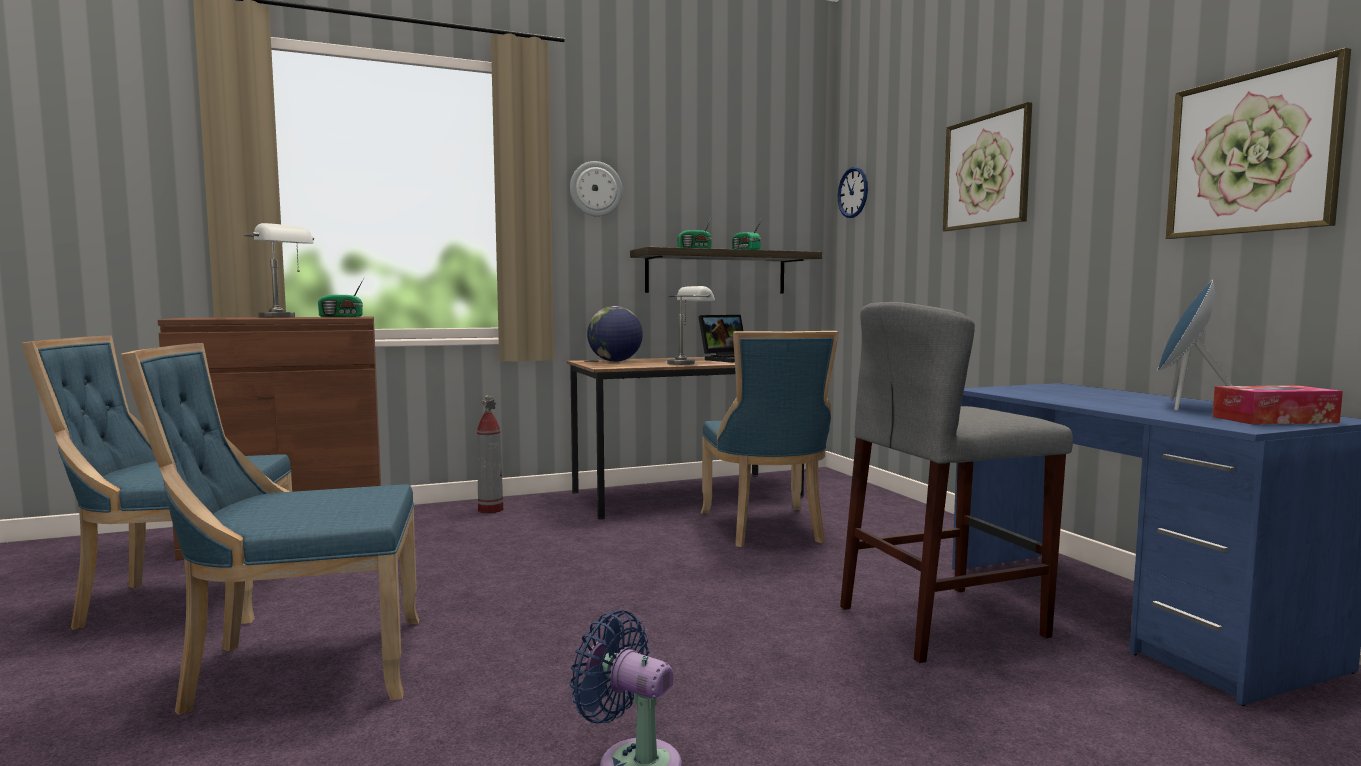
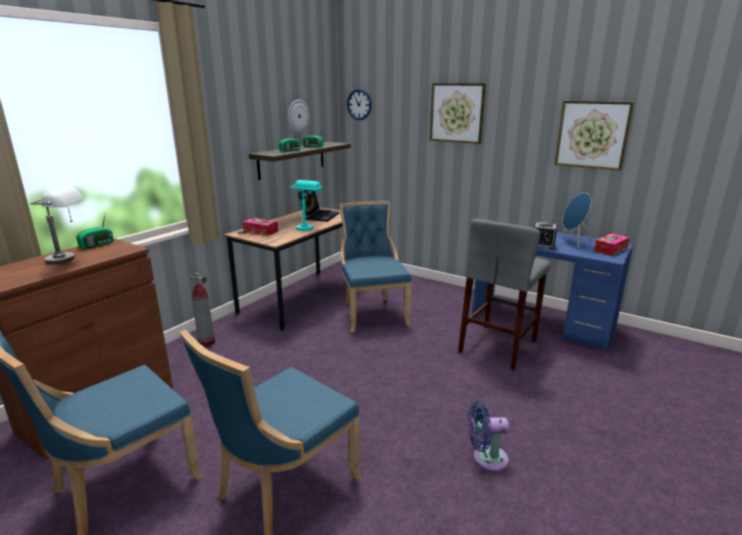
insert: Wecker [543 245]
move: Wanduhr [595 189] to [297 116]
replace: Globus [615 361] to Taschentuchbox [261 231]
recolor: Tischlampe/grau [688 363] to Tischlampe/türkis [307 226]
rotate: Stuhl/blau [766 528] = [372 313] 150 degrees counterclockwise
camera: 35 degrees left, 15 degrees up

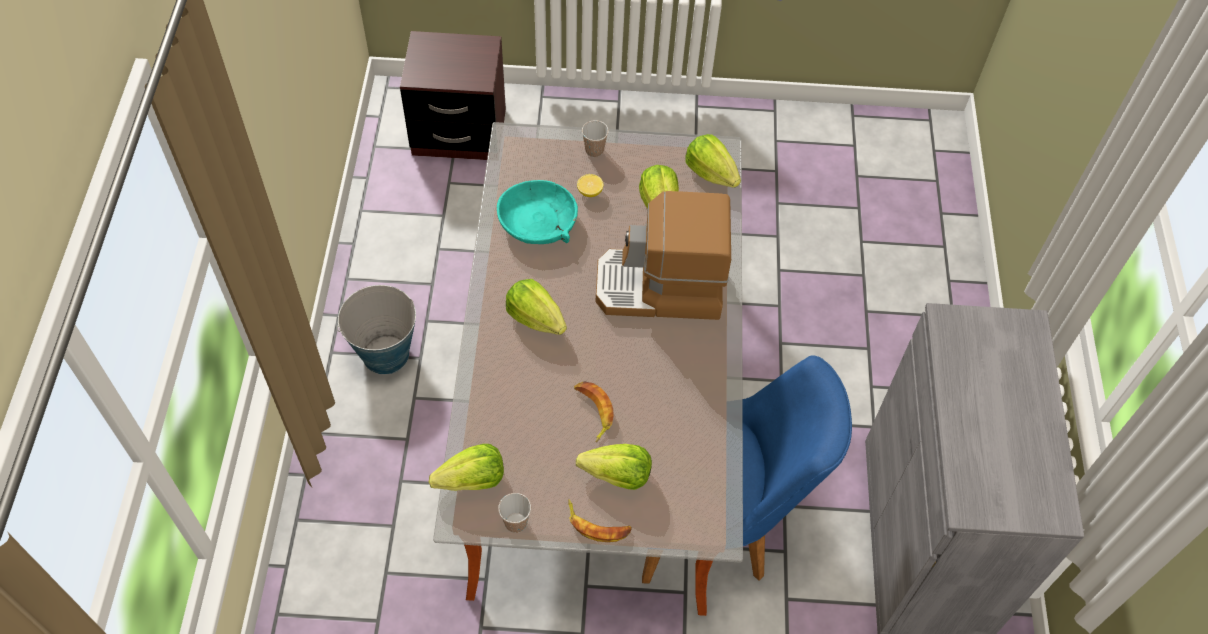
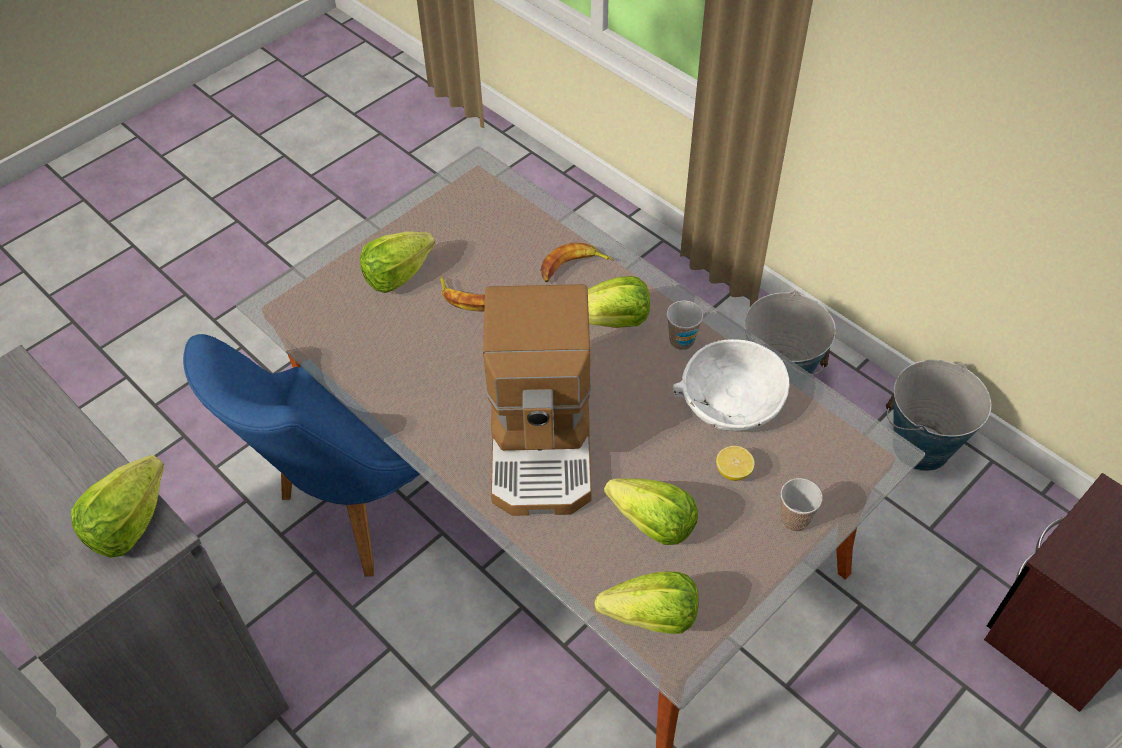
insert: Eimer [920 447]
move: Salatkopf [472 480] to [129 523]; Banane [597 525] to [572 267]; Tasse [516 523] to [681 341]
recolor: Schüssel/türkis [538 222] to Schüssel/weiß [732 398]
rotate: Kaffeemaschine [660 289] = [543 441] 135 degrees clockwise
camera: 135 degrees right, 5 degrees down

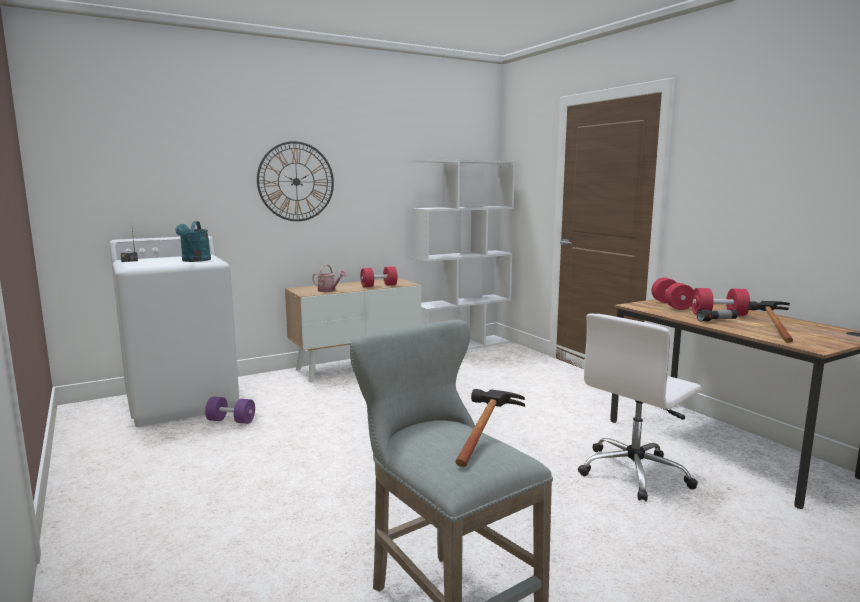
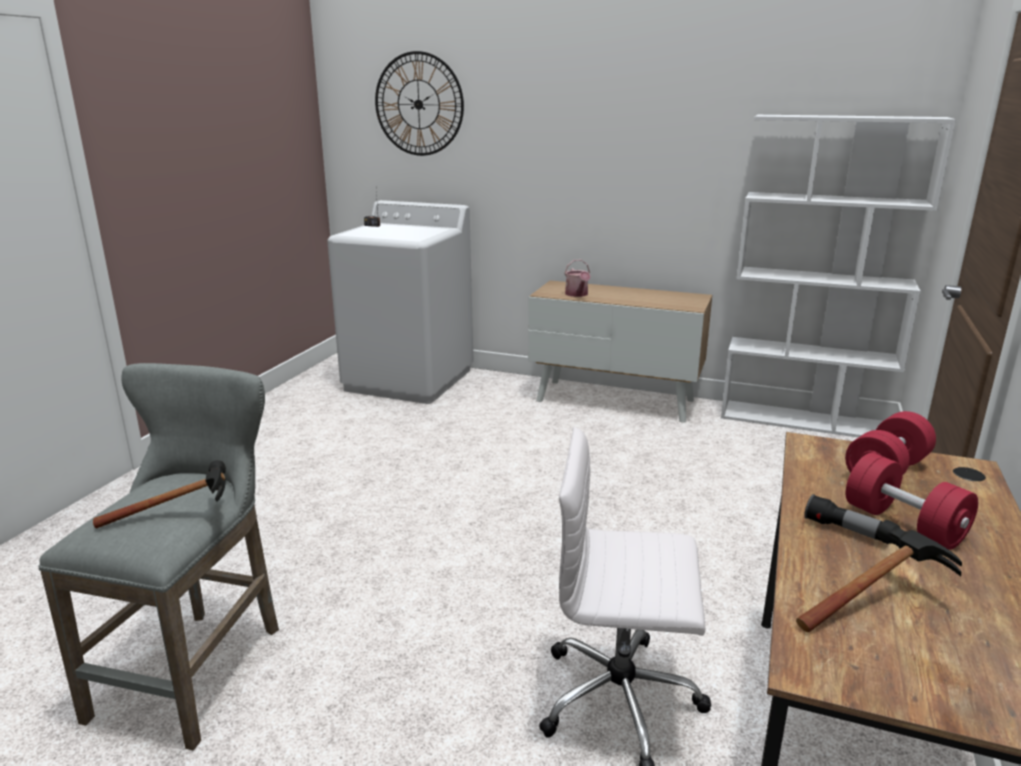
delete: Gießkanne/türkis [195 260]; Hantel/lila [231 421]; Hantel/rot [378 286]
move: Wanduhr [296 181] to [418 104]
camera: 50 degrees right, 10 degrees up

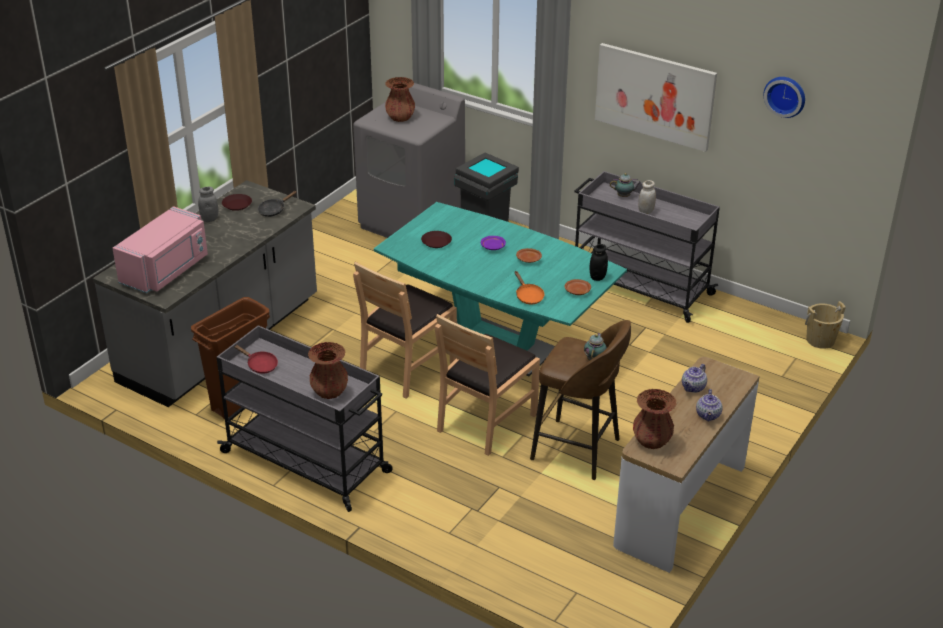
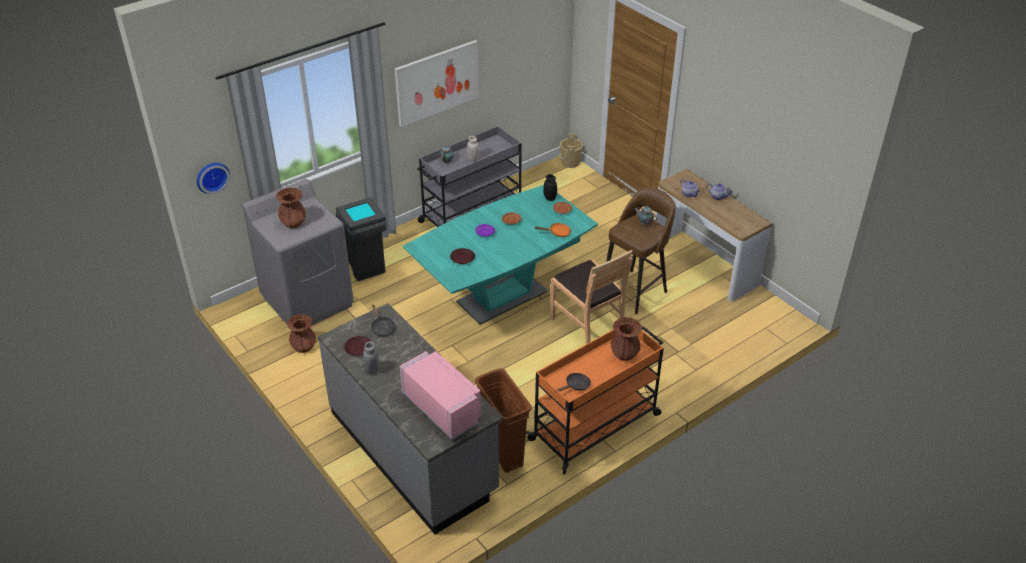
delete: Stuhl/braun [407 367]
move: Wanduhr [785 95] to [211 176]; Vase/braun [651 441] to [303 347]
recolor: Rollwagen/grau [307 463] to Rollwagen/orange [596 426]; Pfanne/rot [259 365] to Pfanne/schwarz [575 386]
camera: 70 degrees left, 5 degrees up

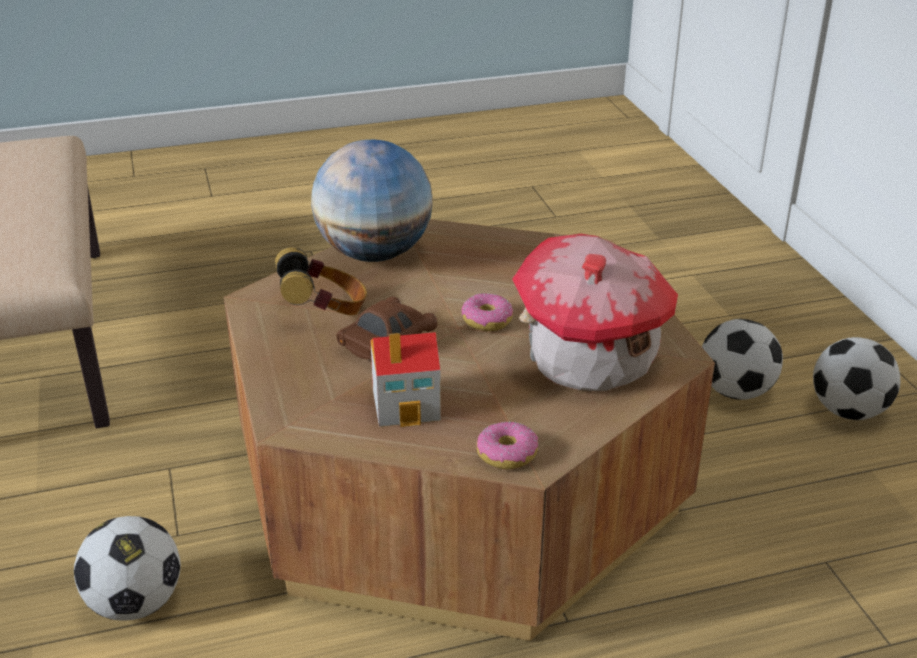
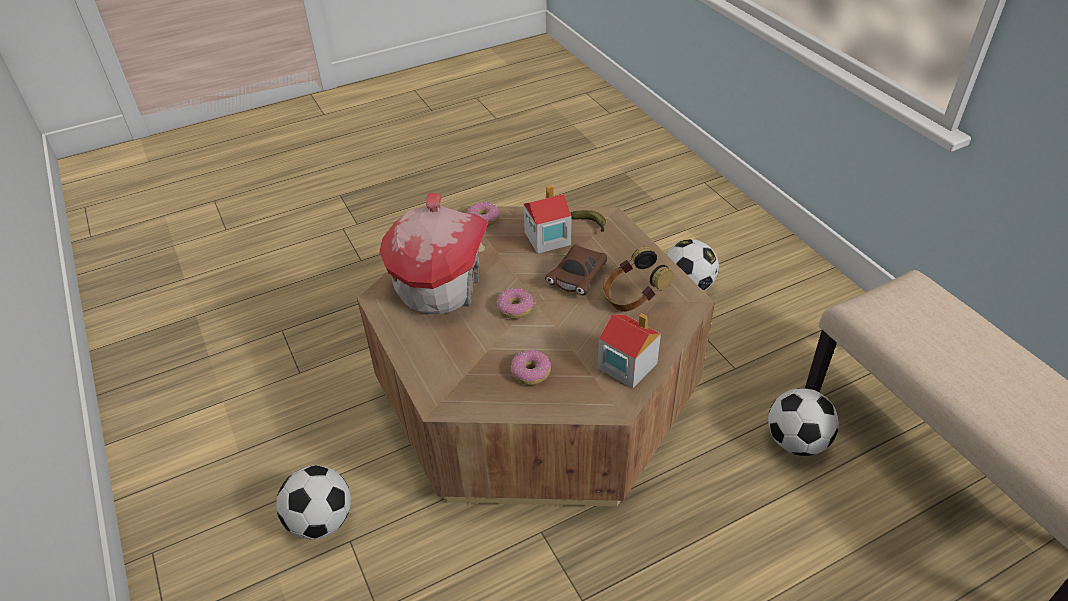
insert: Donut [530 372]; Banane [589 224]
move: Fußball [848 411] to [796 442]
replace: Globus [375 254] to Spielzeughaus [626 365]
camera: 170 degrees right, 10 degrees up

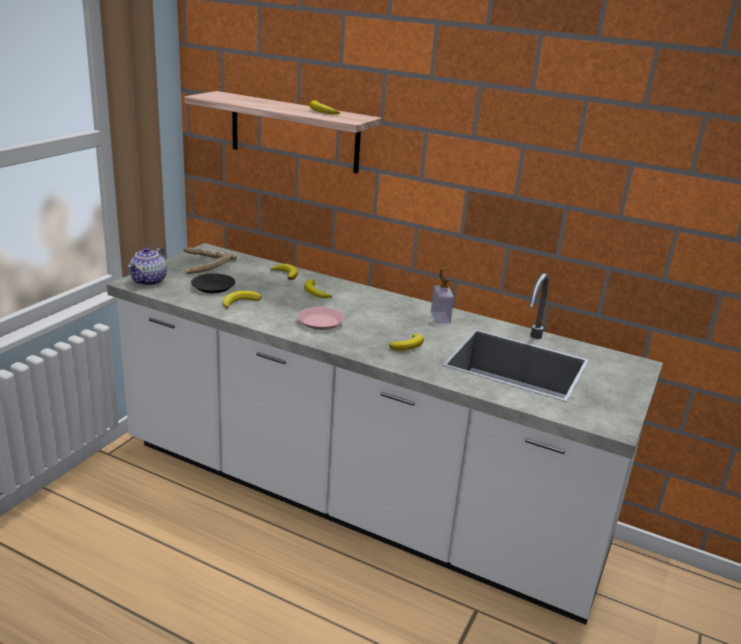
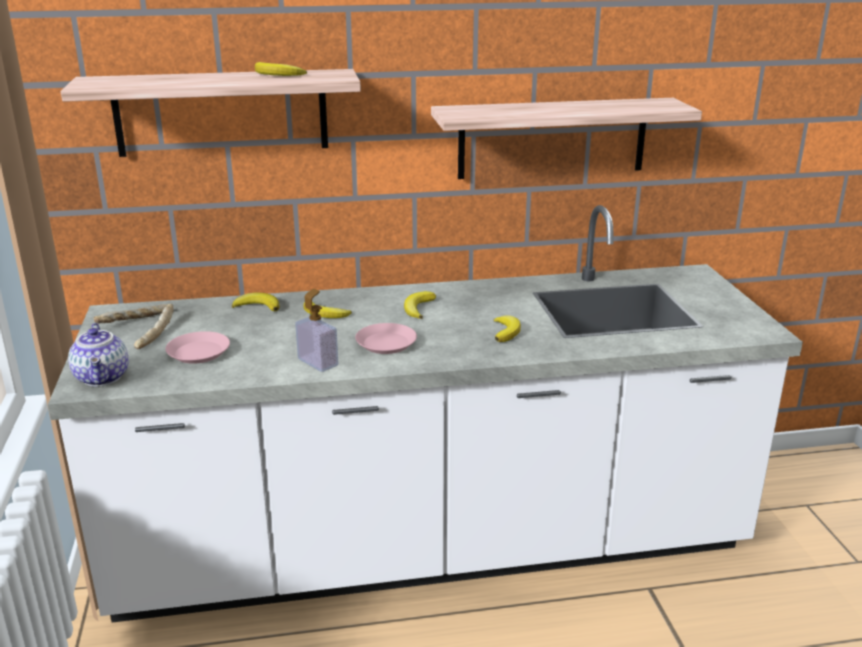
insert: Wandregal [552 138]
move: Seifenspender [440 318] to [318 362]; Banane [240 302] to [418 308]
recolor: Teller/schwarz [213 287] to Teller/rosa [199 352]
camera: 35 degrees left, 0 degrees up

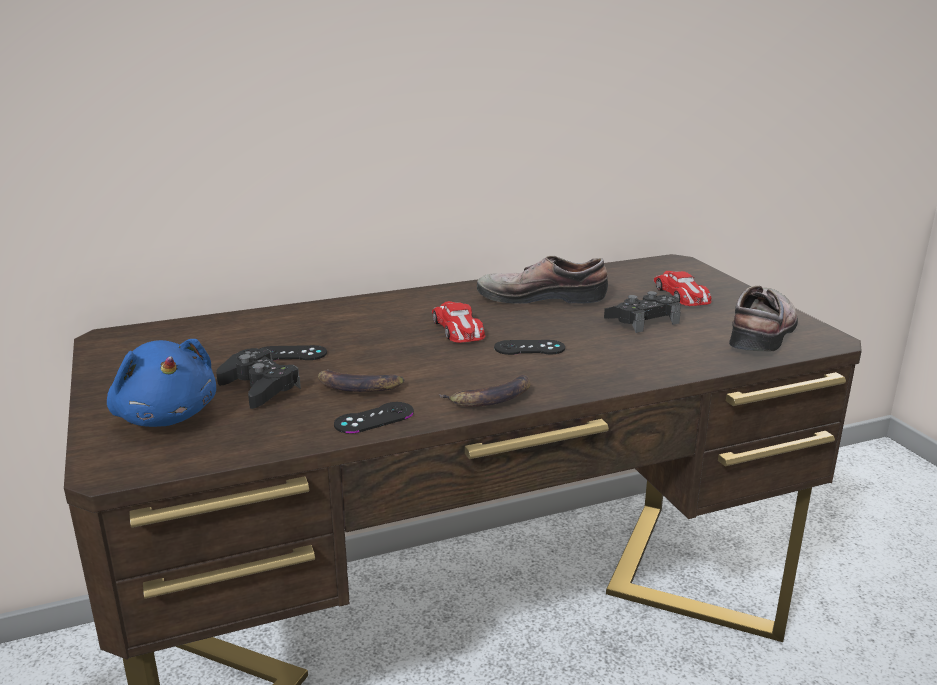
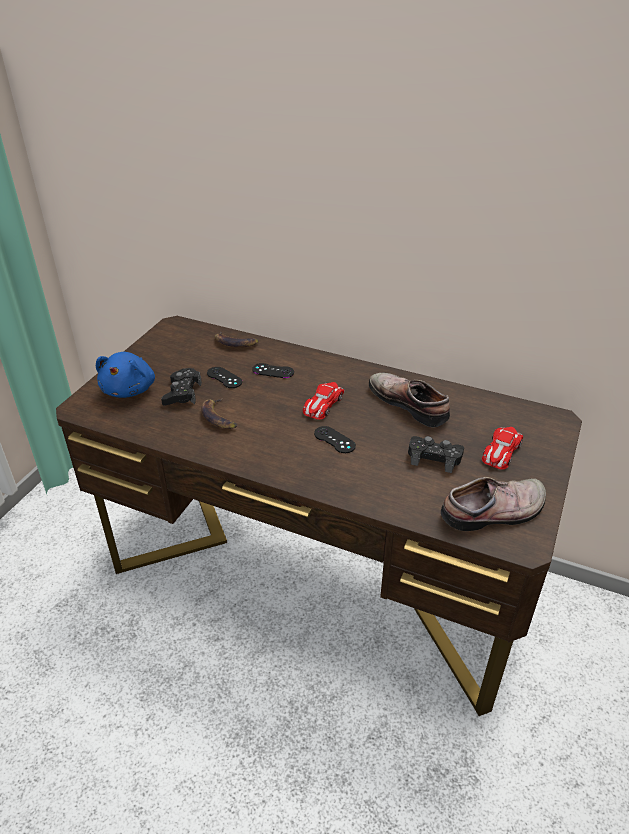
move: Banane [491 398] to [235 342]; Gamepad/schwarz [374 418] to [273 371]
camera: 45 degrees right, 15 degrees up

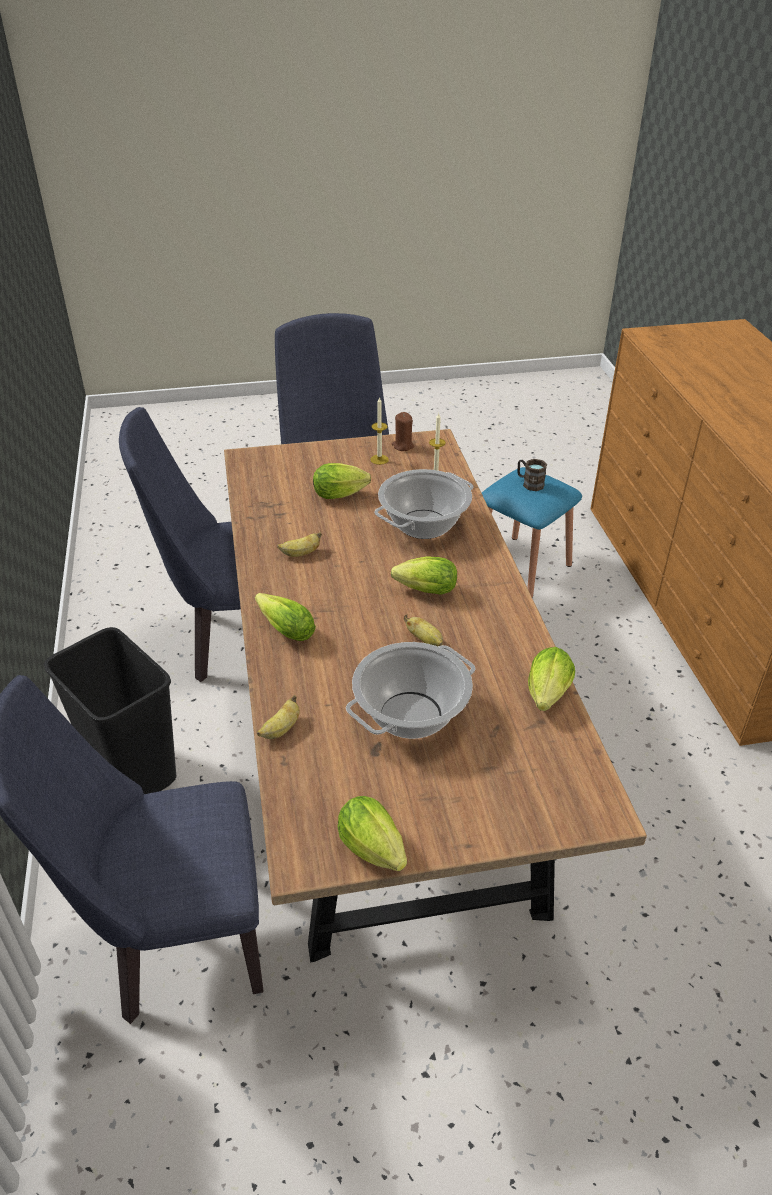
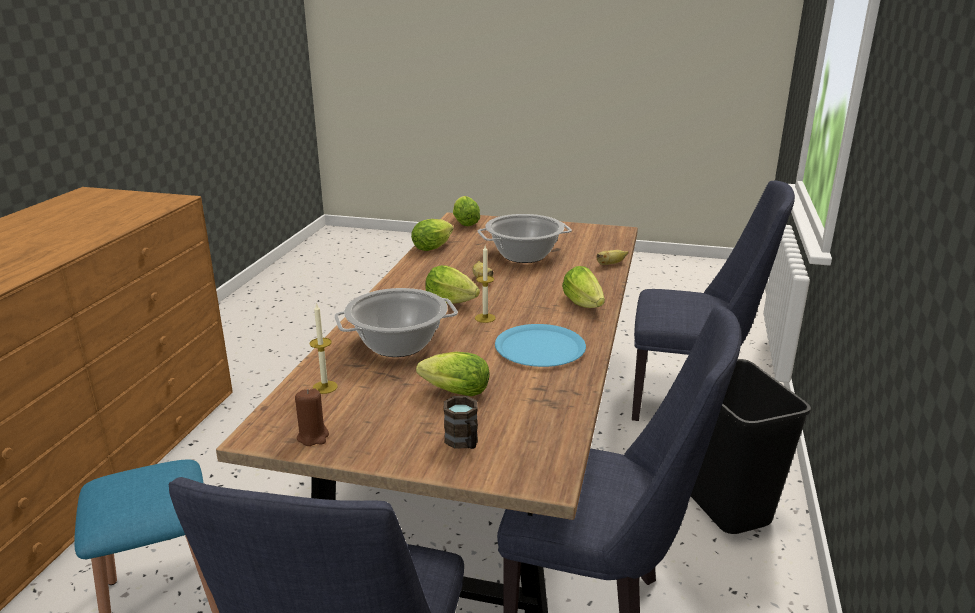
move: Henkelbecher/braun [529 483] to [464 442]; Salatkopf [375 852] to [465 222]; Kerze [379 459] to [485 318]
replace: Banane [300 554] to Teller/blau [539 347]
camera: 155 degrees left, 15 degrees down

